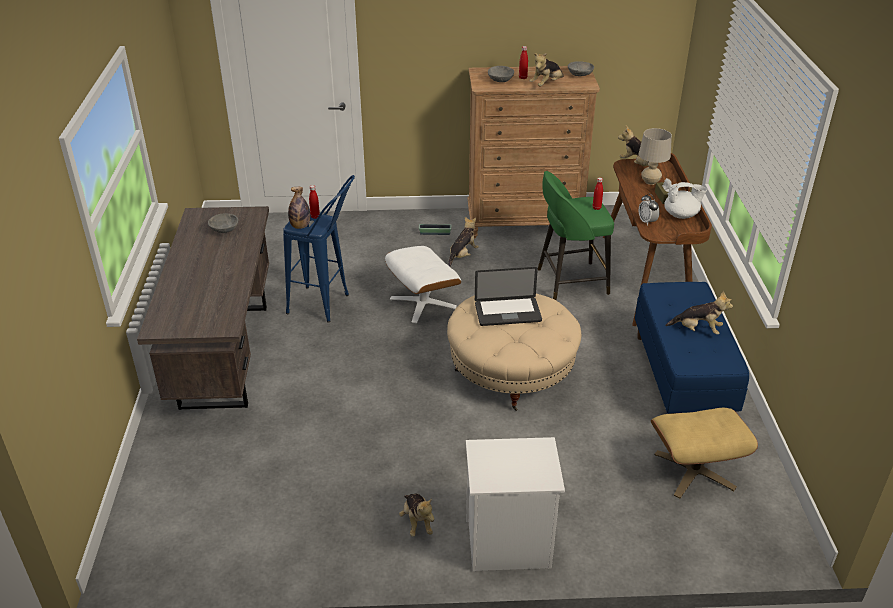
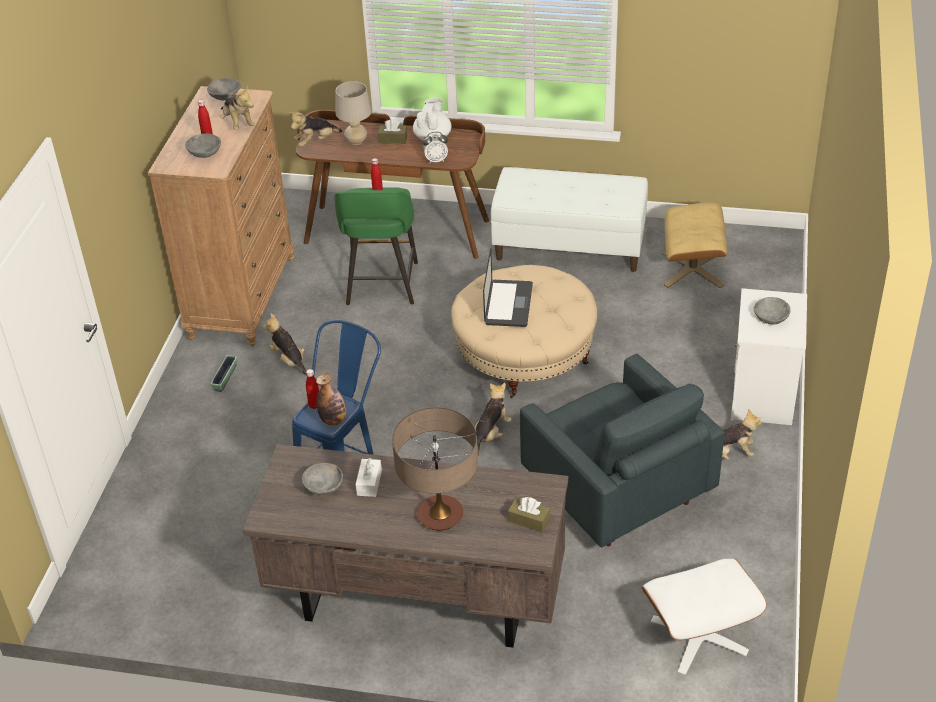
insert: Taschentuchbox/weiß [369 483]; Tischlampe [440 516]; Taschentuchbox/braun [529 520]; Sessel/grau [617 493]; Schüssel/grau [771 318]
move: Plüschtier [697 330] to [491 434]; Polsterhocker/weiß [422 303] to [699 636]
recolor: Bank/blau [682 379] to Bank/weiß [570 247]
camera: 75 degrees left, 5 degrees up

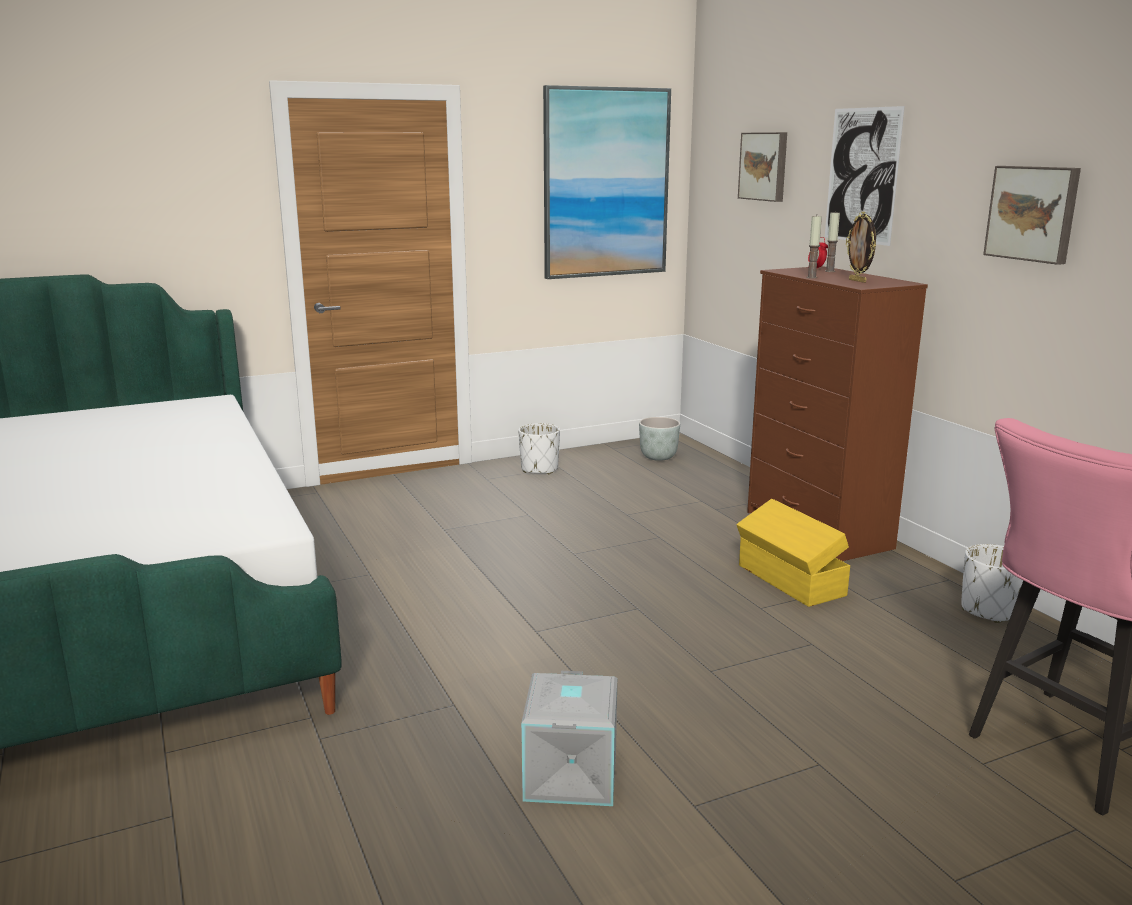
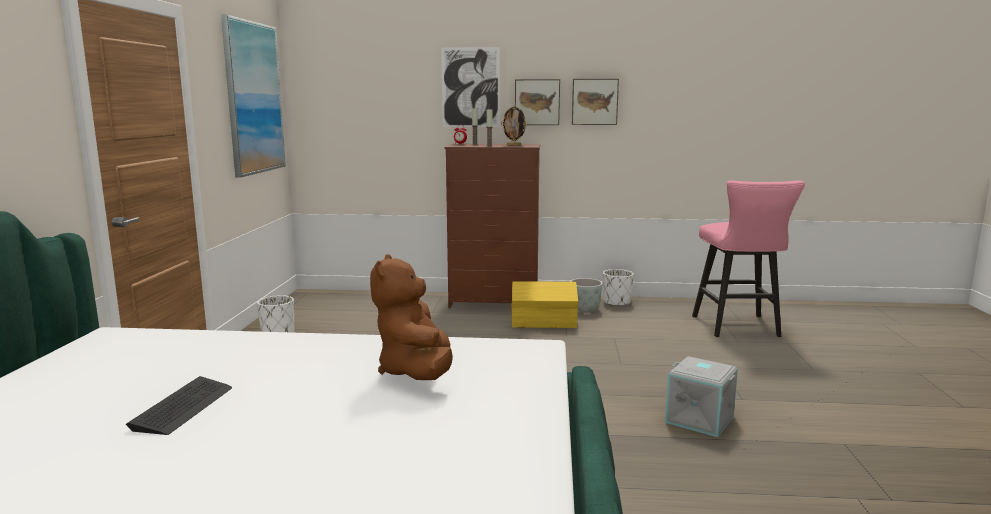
insert: Tastatur [183 407]; Plüschtier/braun [416 372]
move: Bild [764 166] to [537 102]; Pflanzkübel/grau [659 457] to [585 310]
camera: 60 degrees left, 5 degrees down

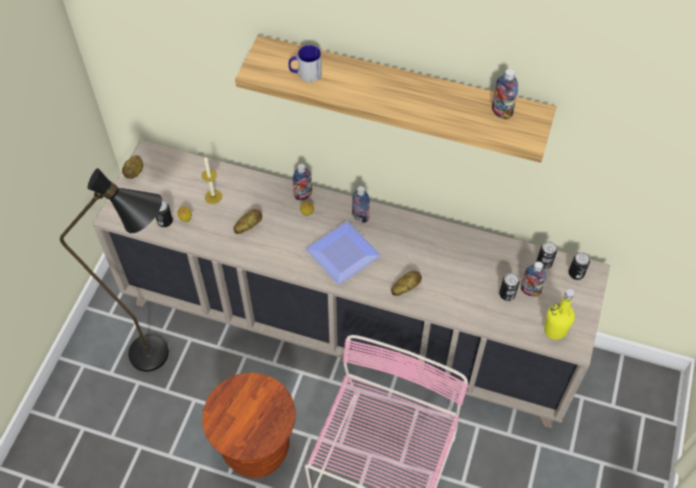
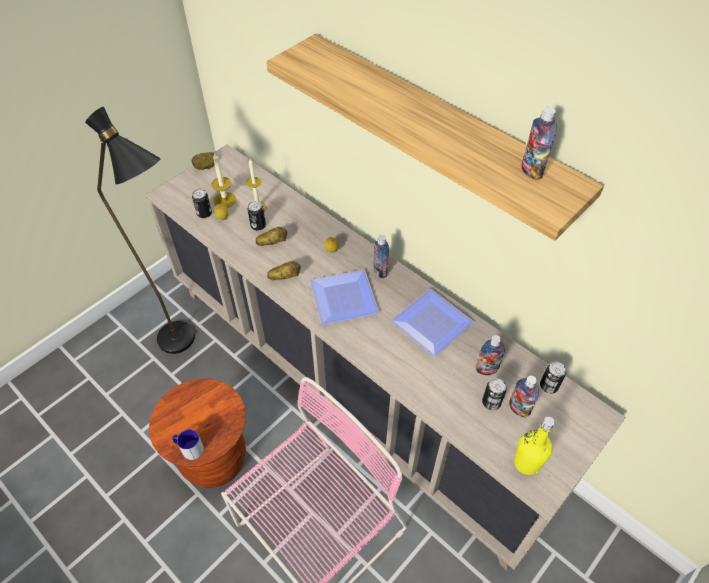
insert: Kerze [225 200]; Teller [429 323]
move: Henkelbecher [305 74] to [189 448]; Dose [576 273] to [258 225]; Kartoffel [405 287] to [285 277]; Flasche [303 195] to [486 369]
camera: 25 degrees right, 5 degrees down

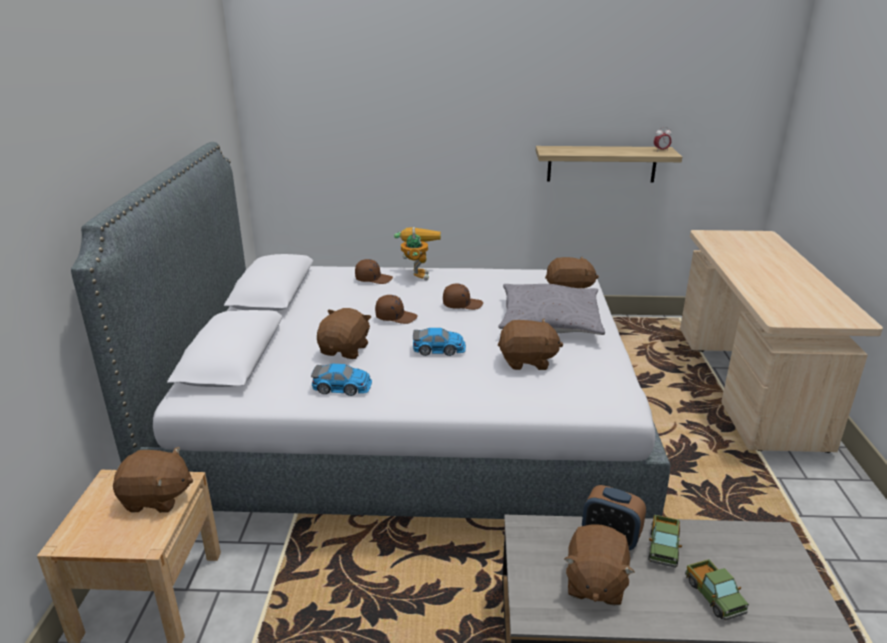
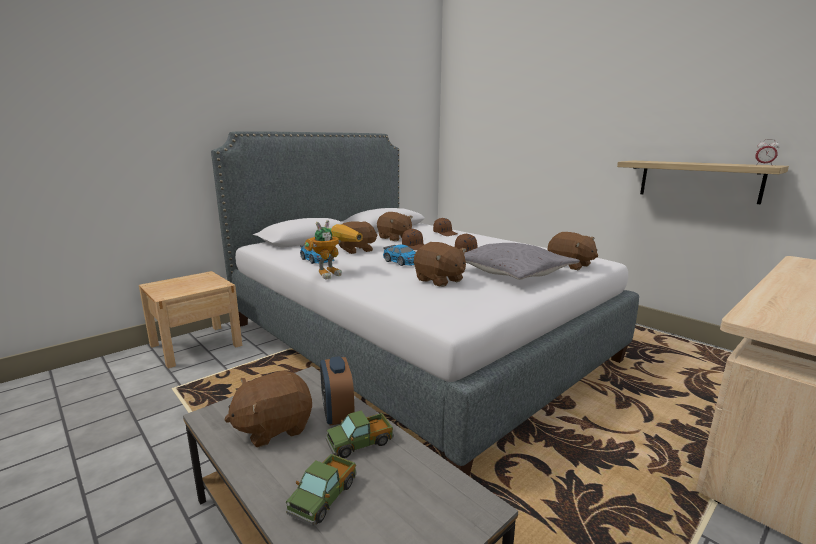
move: Spielzeugroboter [416 273] to [334 273]; Plüschtier/braun [157 498] to [394 238]
camera: 45 degrees right, 10 degrees down

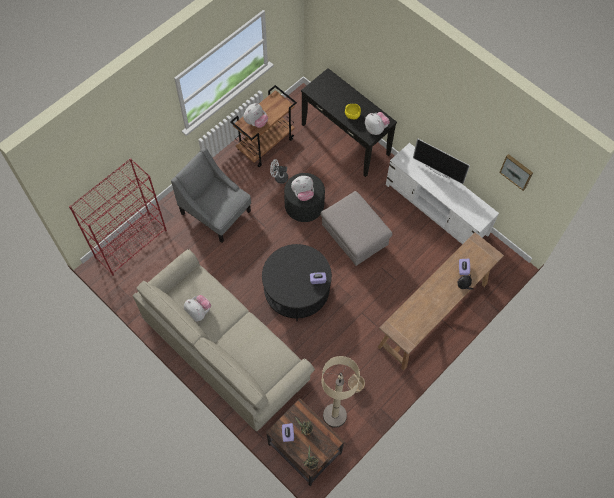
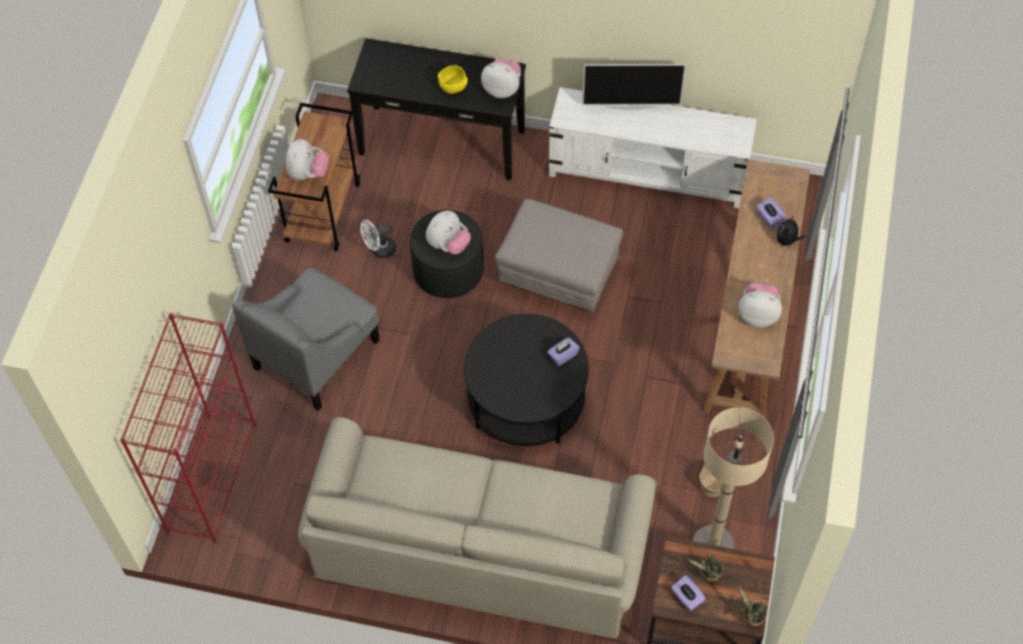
delete: Bild [517 171]
move: Plüschtier [198 312] to [758 314]
rotate: Sessel/grau [216 212] = [316 354] 60 degrees counterclockwise
camera: 30 degrees left, 5 degrees down

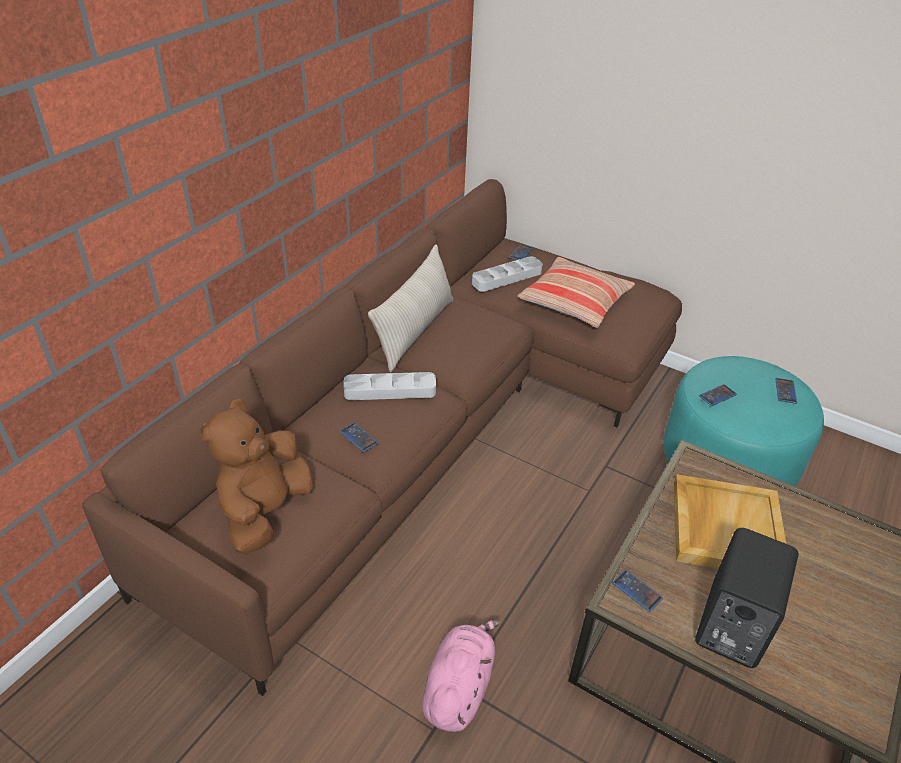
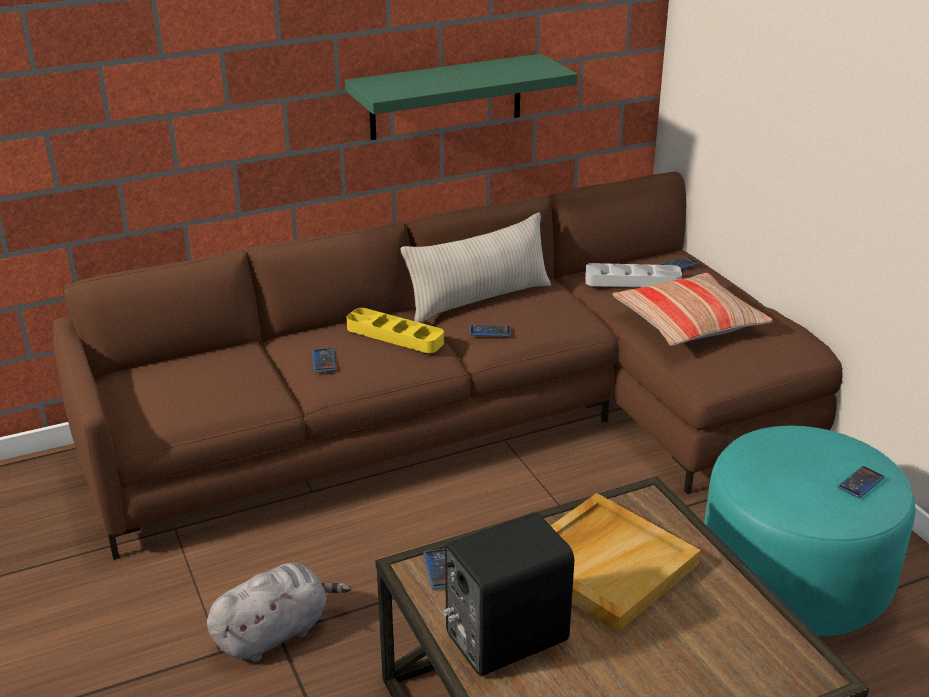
delete: Plüschtier/braun [265 512]
insert: Wandregal/grün [446 97]
move: Handy [717 395] to [490 331]
recolor: Plüschtier/rosa [458 687] to Plüschtier/grau [275 633]; Tablett/grau [390 390] to Tablett/gelb [395 336]
camera: 35 degrees right, 10 degrees down

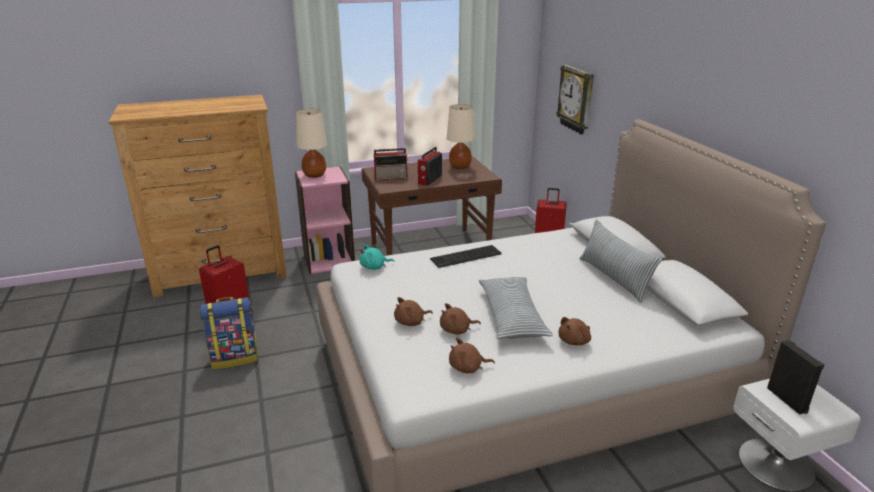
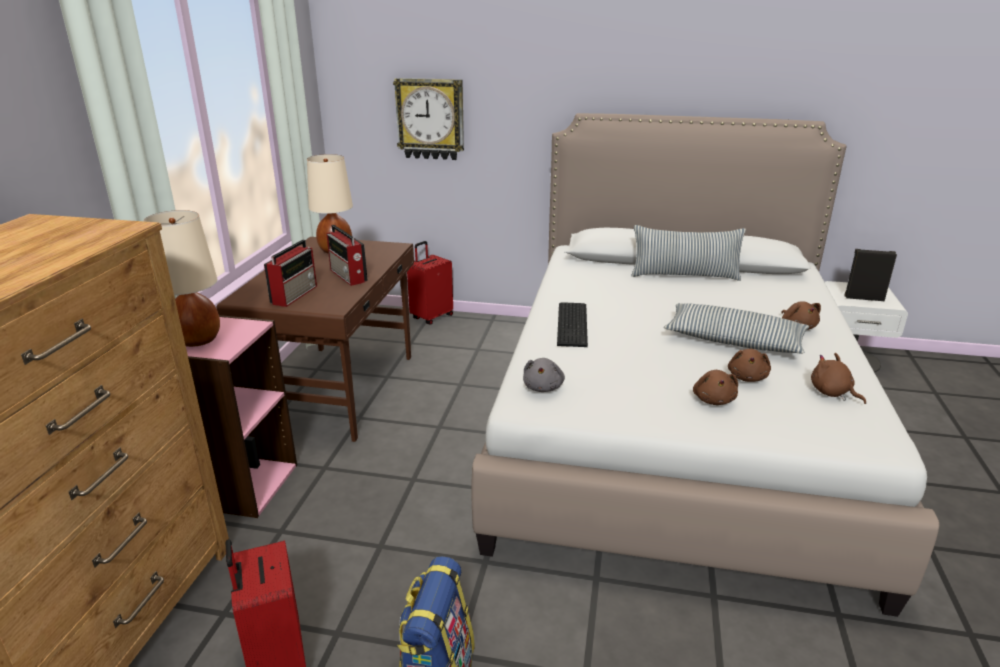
recolor: Plüschtier/türkis [374 267] to Plüschtier/grau [543 387]
rotate: Plüschtier/braun [467 368] = [832 393] 120 degrees clockwise
camera: 60 degrees left, 0 degrees up

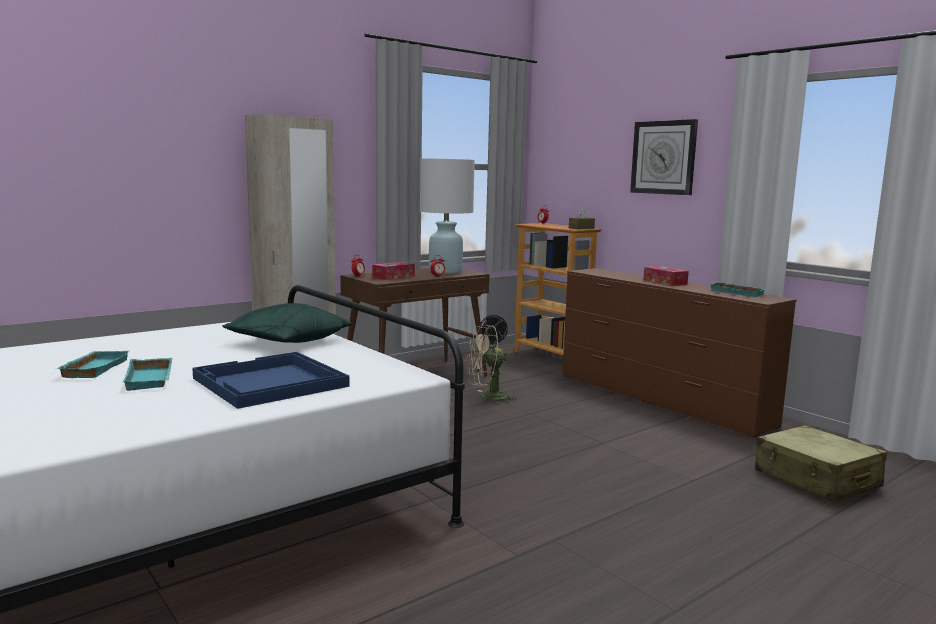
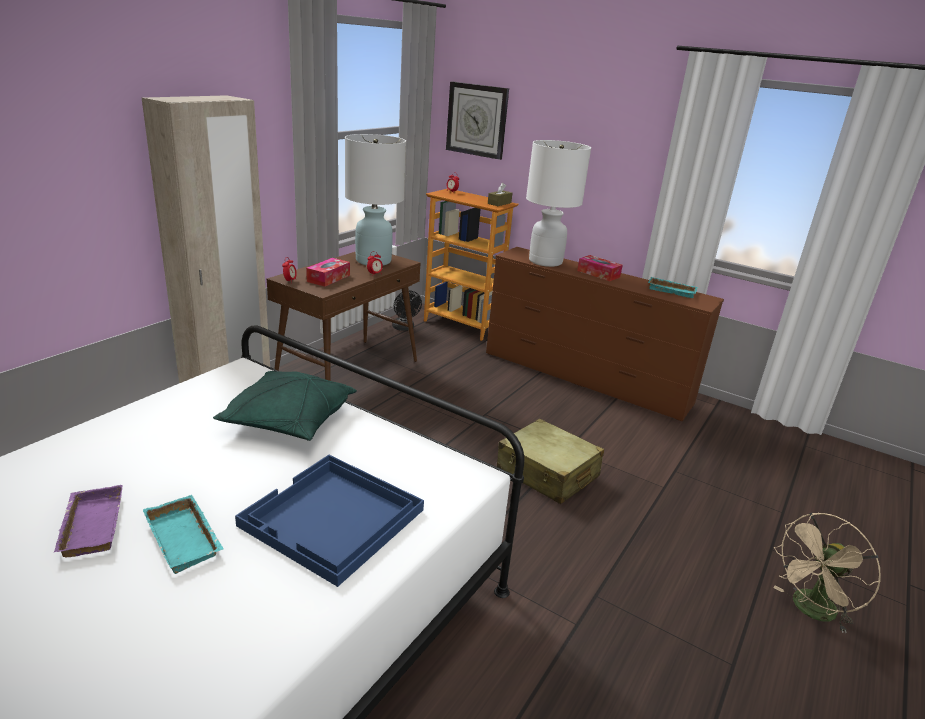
insert: Tischlampe/weiß [545 261]
move: Wanduhr [663 157] to [477 120]; Koffer/beige [816 479] to [547 473]; Ventilator/beige [487 398] to [810 611]
recolor: Tablett/türkis [93 368] to Tablett/lila [89 525]
camera: 20 degrees left, 15 degrees up

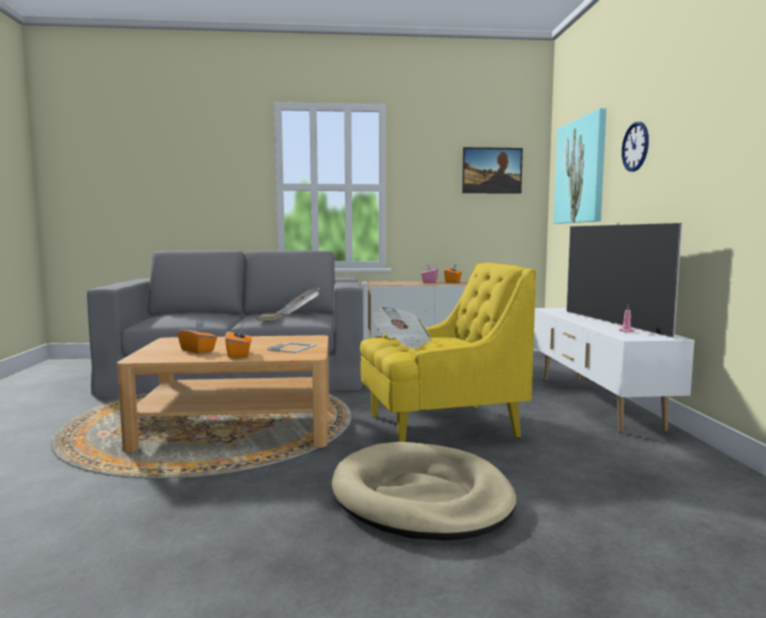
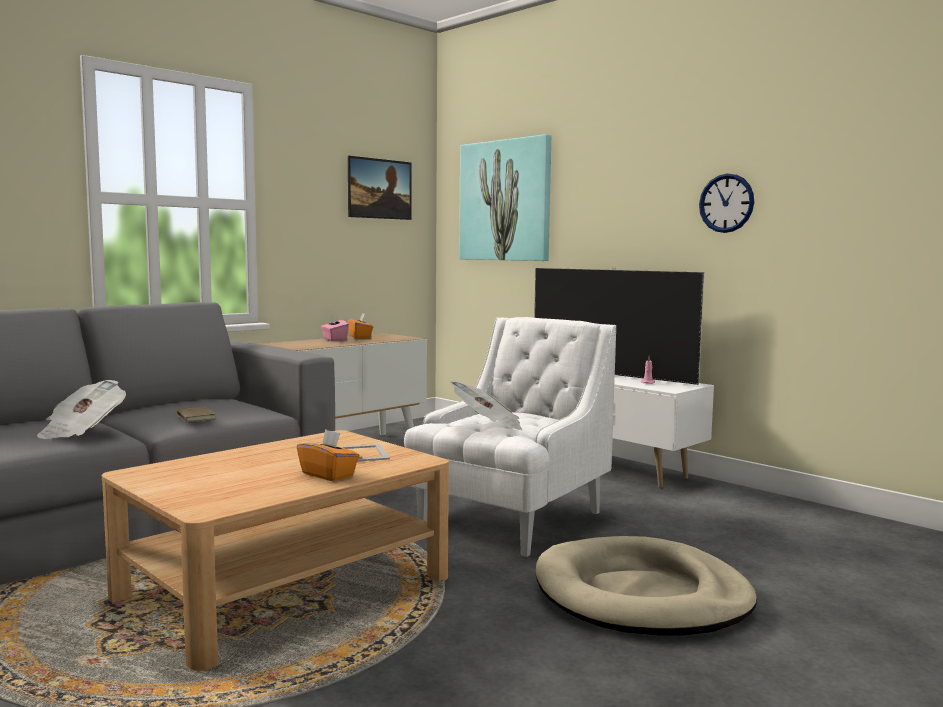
delete: Taschentuchbox/orange [198 350]
move: Zeitung [298 313] to [82 431]; Wanduhr [635 146] to [726 203]
recolor: Sessel/gelb [440 426] to Sessel/weiß [511 521]
camera: 40 degrees left, 0 degrees up

